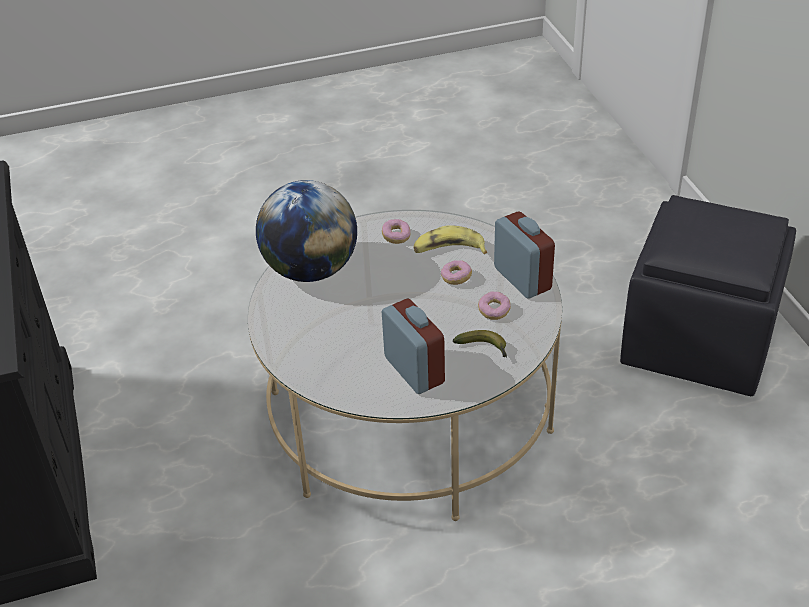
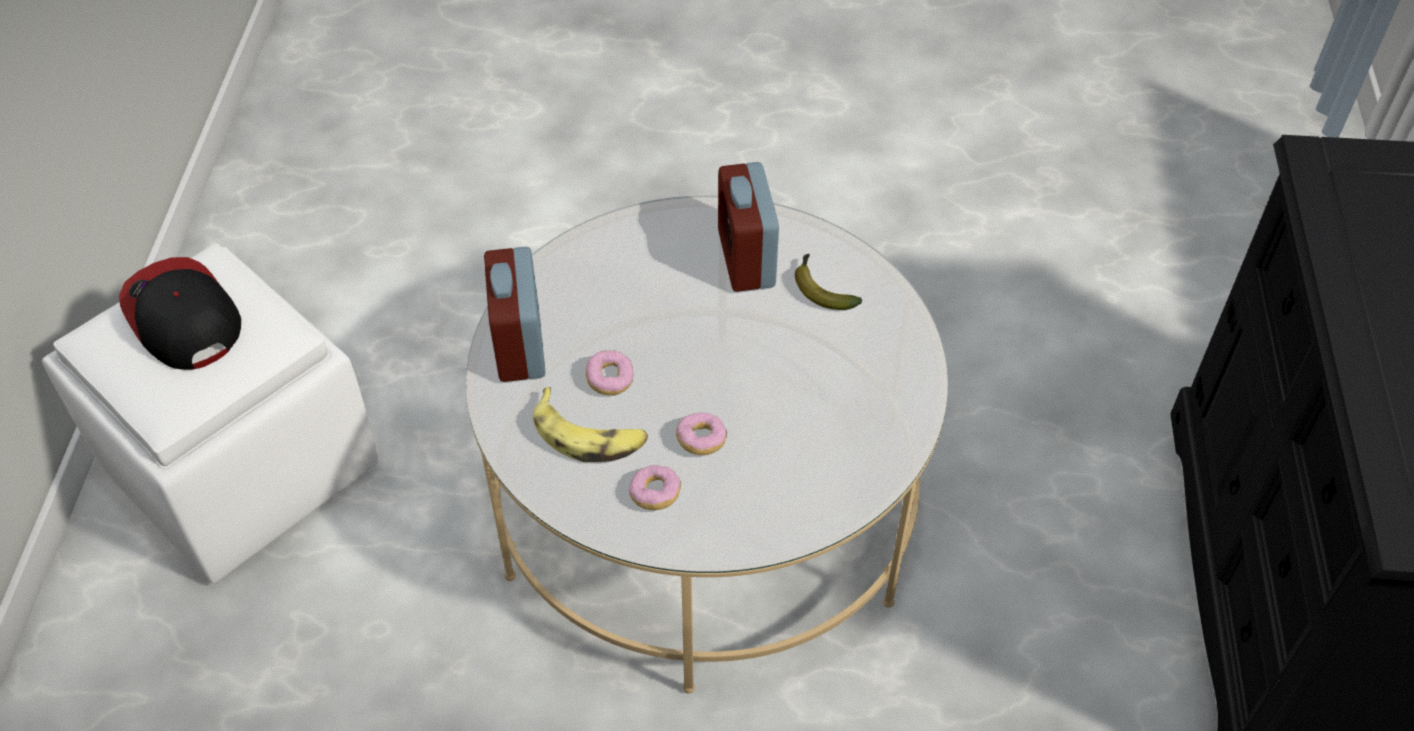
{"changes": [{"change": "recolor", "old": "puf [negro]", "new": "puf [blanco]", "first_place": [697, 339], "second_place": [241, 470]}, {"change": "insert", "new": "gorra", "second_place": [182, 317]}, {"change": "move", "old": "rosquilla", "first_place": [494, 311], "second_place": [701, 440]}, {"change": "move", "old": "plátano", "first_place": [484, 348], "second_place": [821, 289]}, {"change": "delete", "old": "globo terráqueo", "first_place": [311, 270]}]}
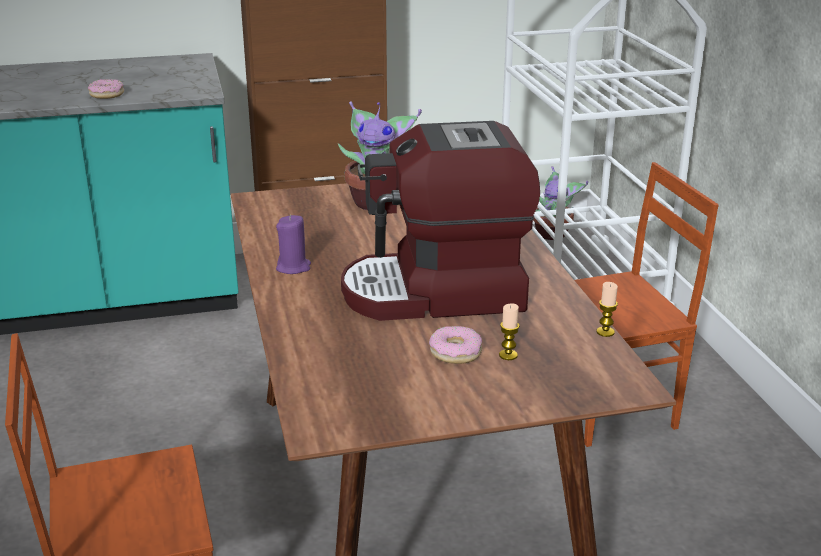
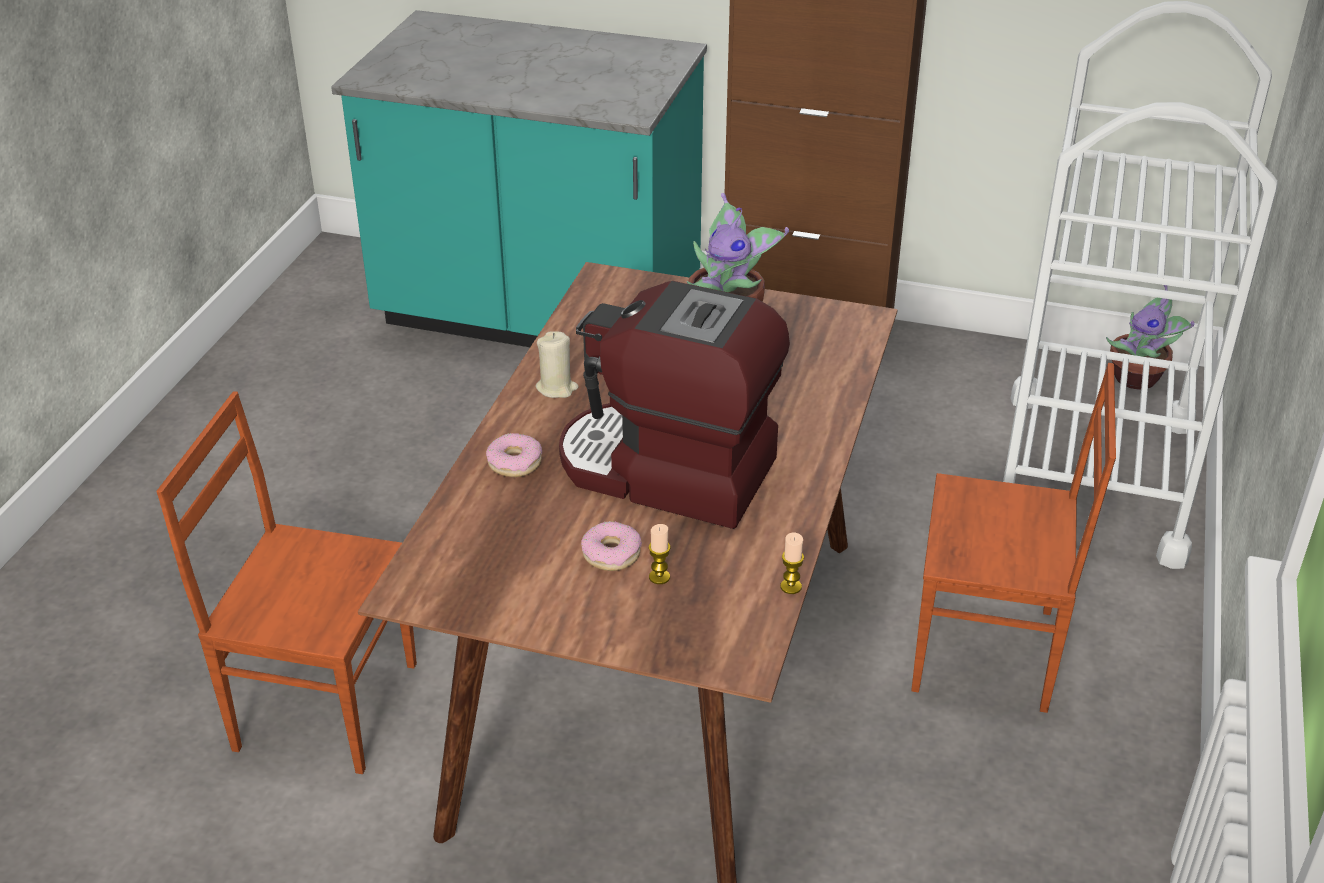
{"changes": [{"change": "move", "old": "rosquilla", "first_place": [107, 94], "second_place": [515, 463]}, {"change": "recolor", "old": "vela [morado]", "new": "vela [beis]", "first_place": [293, 267], "second_place": [557, 388]}]}
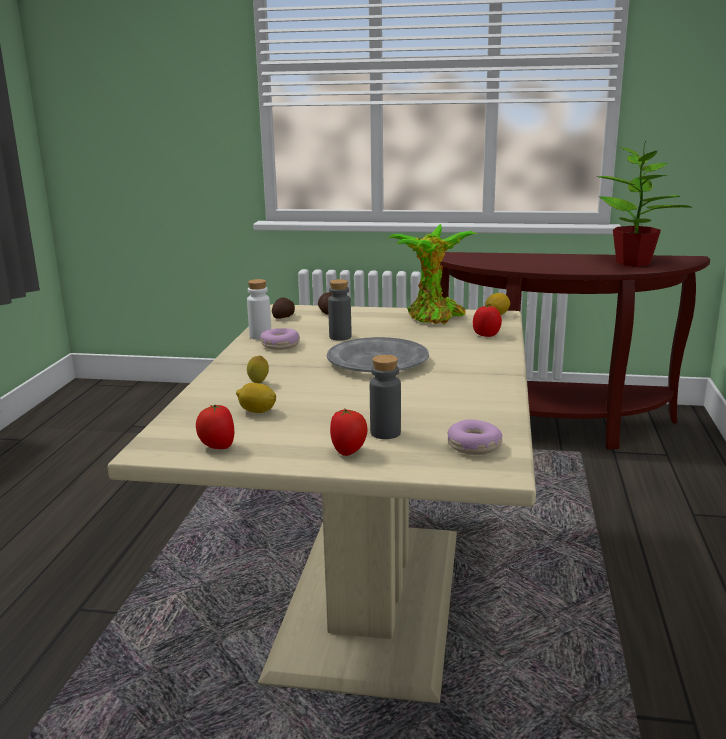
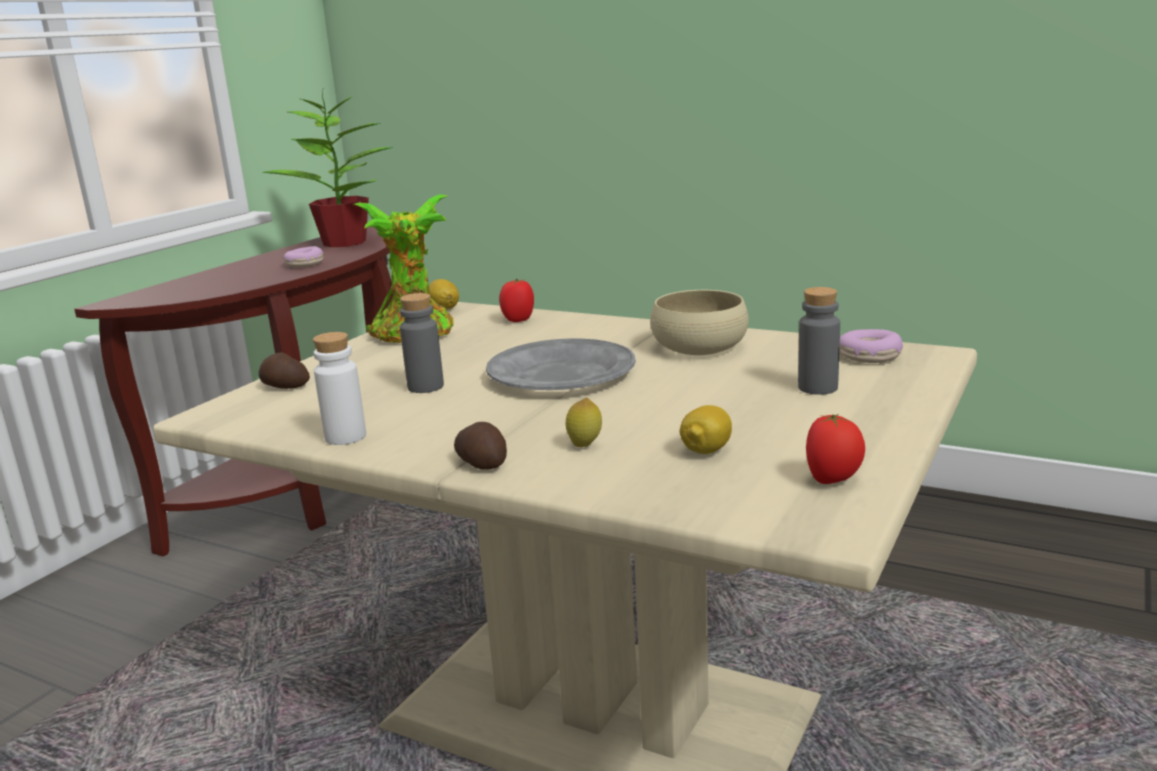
{"changes": [{"change": "move", "old": "rosquilla", "first_place": [280, 345], "second_place": [305, 264]}, {"change": "move", "old": "patata", "first_place": [284, 317], "second_place": [483, 463]}, {"change": "insert", "new": "cuenco [beis]", "second_place": [699, 347]}, {"change": "delete", "old": "tomate", "first_place": [349, 452]}]}
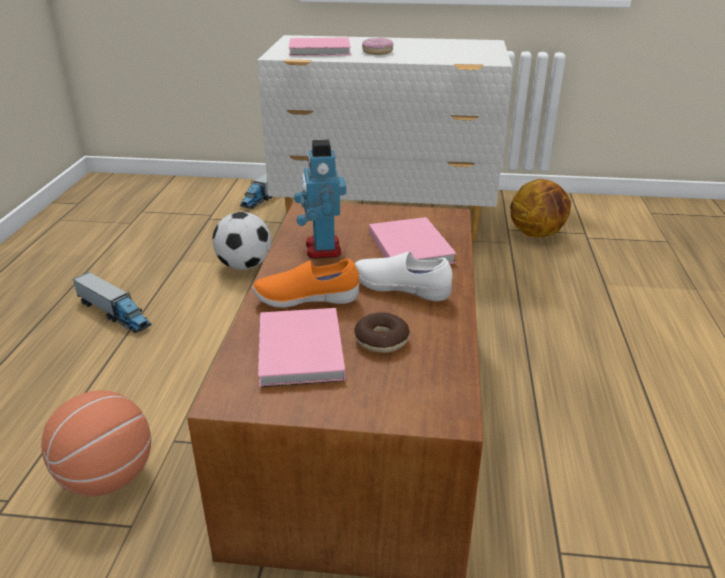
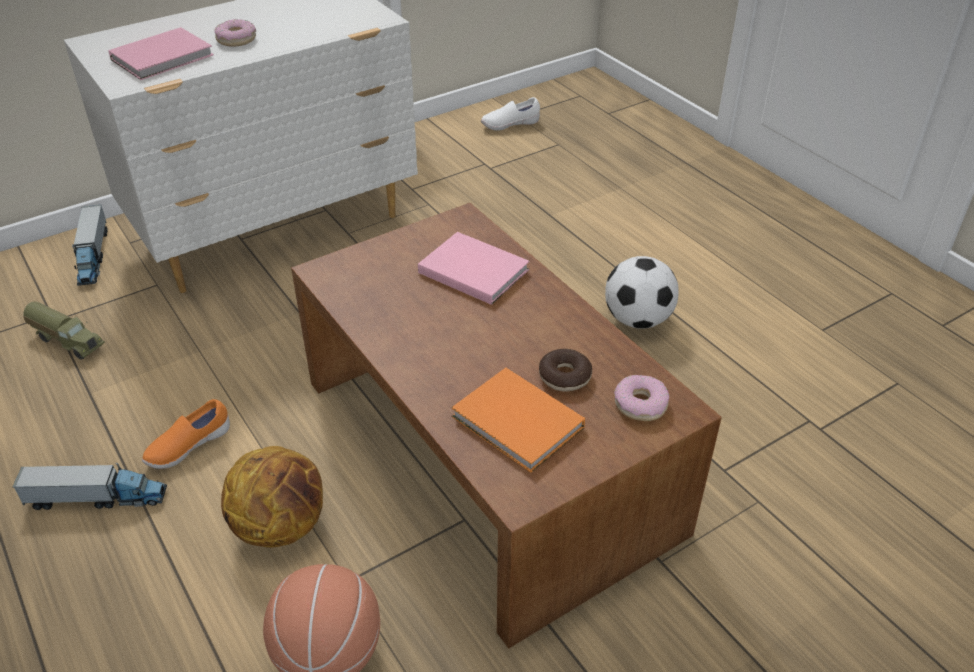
{"changes": [{"change": "insert", "new": "camión de juguete", "second_place": [68, 341]}, {"change": "move", "old": "zapato [naranja]", "first_place": [306, 300], "second_place": [188, 447]}, {"change": "move", "old": "balón de baloncesto", "first_place": [537, 234], "second_place": [282, 525]}, {"change": "recolor", "old": "libro [rosa]", "new": "libro [naranja]", "first_place": [298, 352], "second_place": [518, 424]}, {"change": "move", "old": "zapato [blanco]", "first_place": [401, 289], "second_place": [509, 125]}, {"change": "move", "old": "balón de fútbol", "first_place": [245, 266], "second_place": [638, 320]}, {"change": "insert", "new": "rosquilla", "second_place": [640, 404]}, {"change": "delete", "old": "robot de juguete", "first_place": [322, 249]}]}
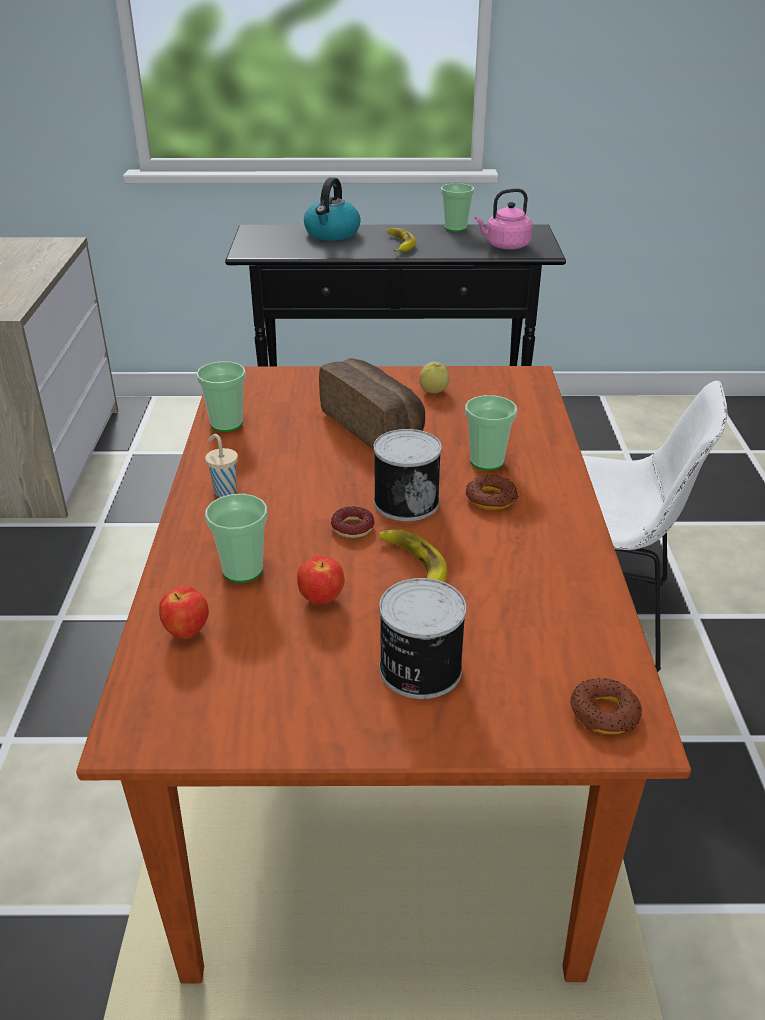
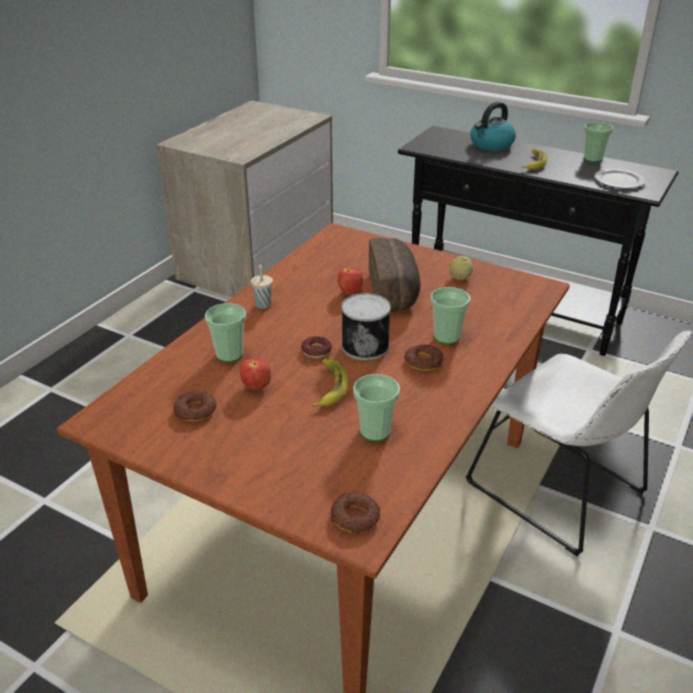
{"changes": [{"change": "insert", "new": "rosquilla", "second_place": [195, 410]}, {"change": "move", "old": "manzana", "first_place": [187, 632], "second_place": [350, 292]}, {"change": "move", "old": "taza", "first_place": [226, 424], "second_place": [375, 431]}, {"change": "replace", "old": "hervidor [rosa]", "new": "plato", "first_place": [505, 246], "second_place": [618, 181]}, {"change": "delete", "old": "lata", "first_place": [418, 669]}]}
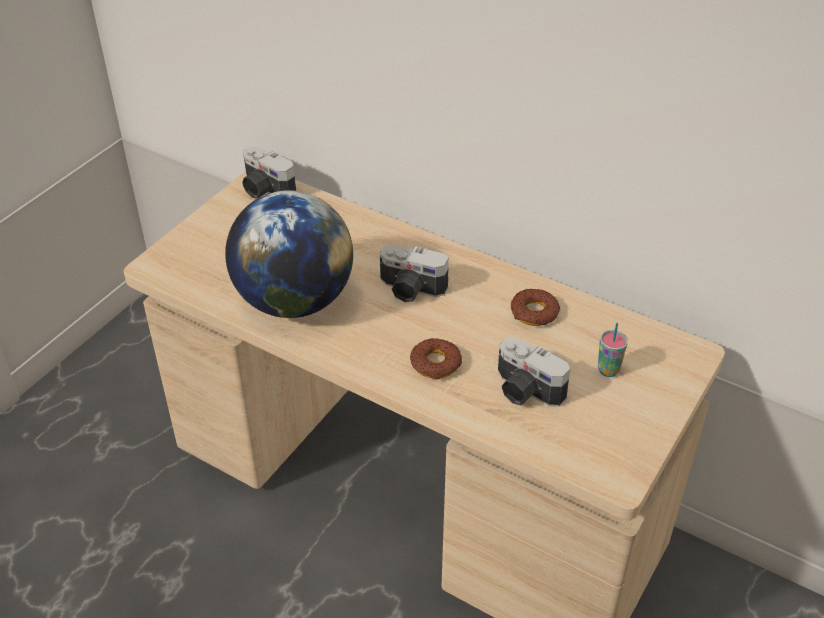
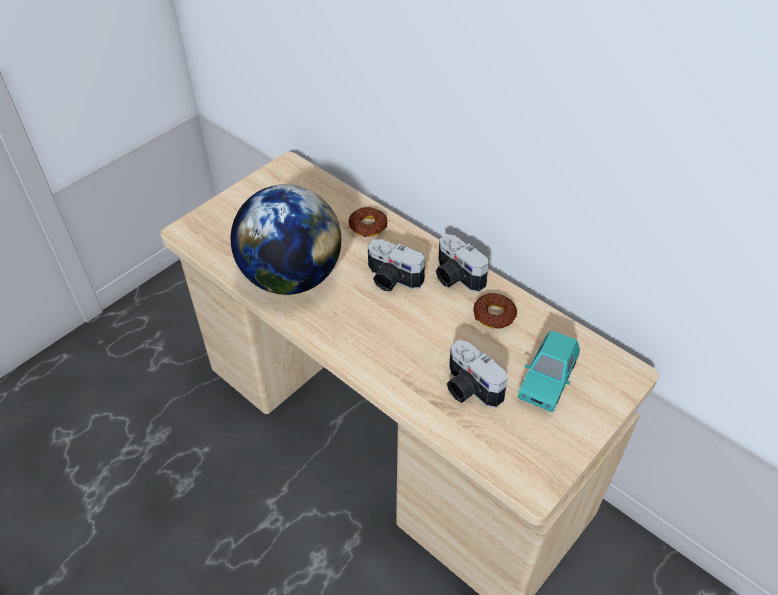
{"changes": [{"change": "move", "old": "rosquilla", "first_place": [436, 363], "second_place": [368, 226]}, {"change": "move", "old": "cámara", "first_place": [265, 190], "second_place": [455, 277]}, {"change": "replace", "old": "taza", "new": "coche de juguete [turquesa]", "first_place": [608, 370], "second_place": [547, 379]}]}
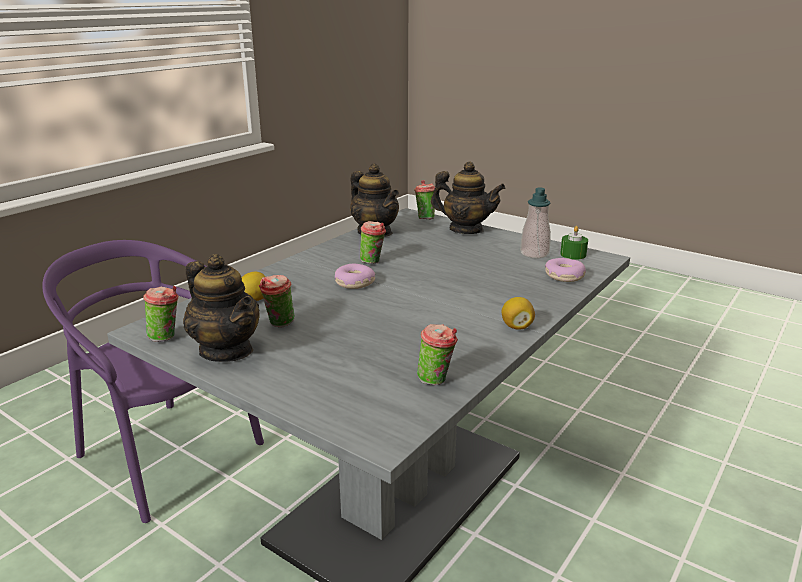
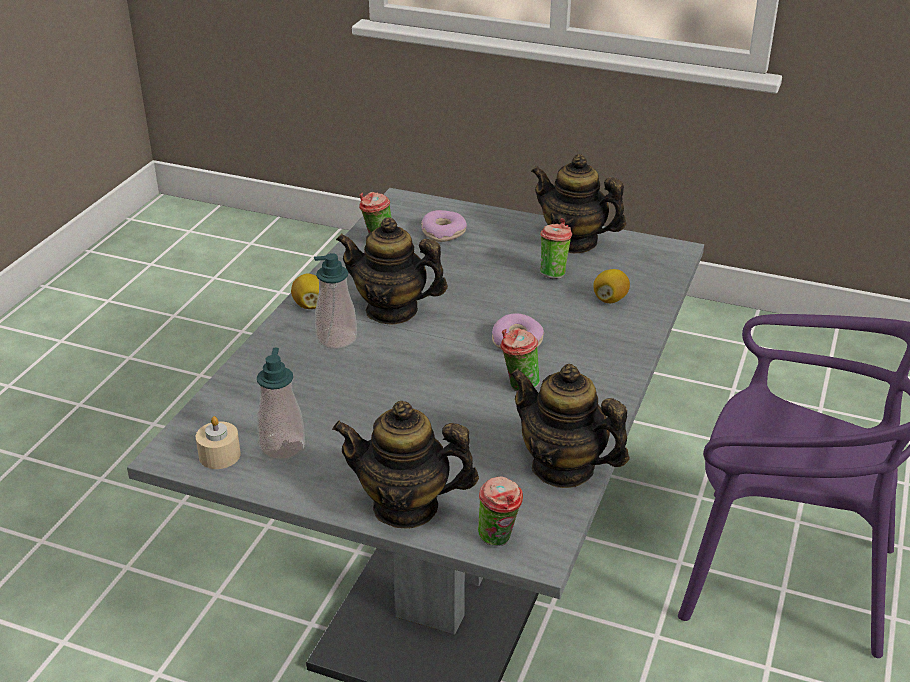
{"changes": [{"change": "recolor", "old": "vela [verde]", "new": "vela [beis]", "first_place": [573, 254], "second_place": [219, 455]}, {"change": "insert", "new": "dispensador de jabón", "second_place": [336, 339]}, {"change": "insert", "new": "tetera", "second_place": [392, 310]}, {"change": "move", "old": "rosquilla", "first_place": [564, 276], "second_place": [443, 233]}, {"change": "delete", "old": "taza", "first_place": [166, 337]}]}
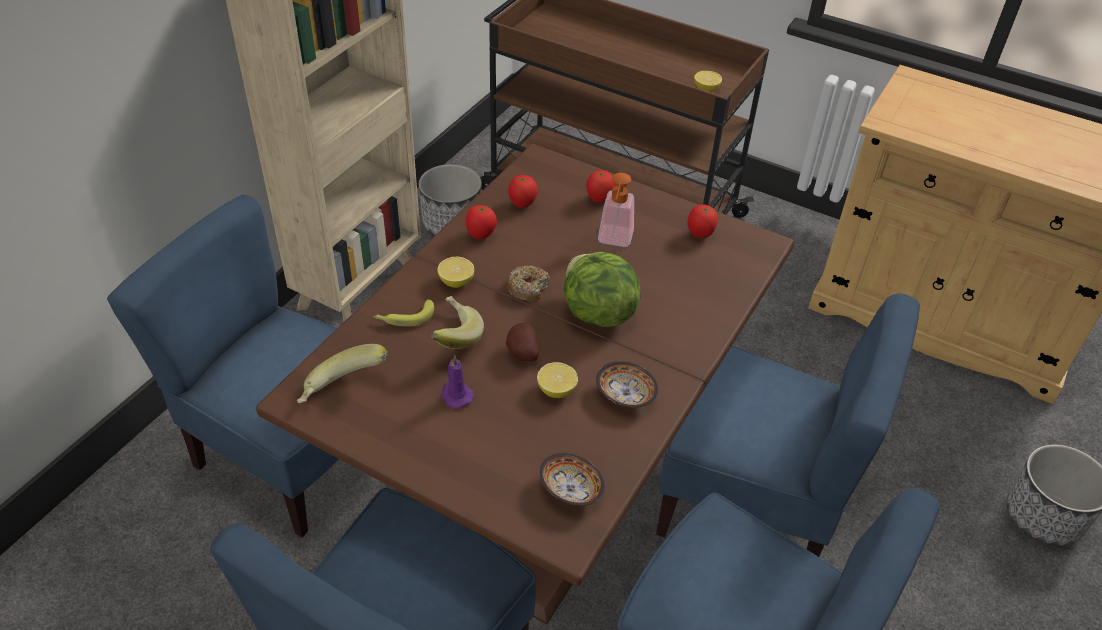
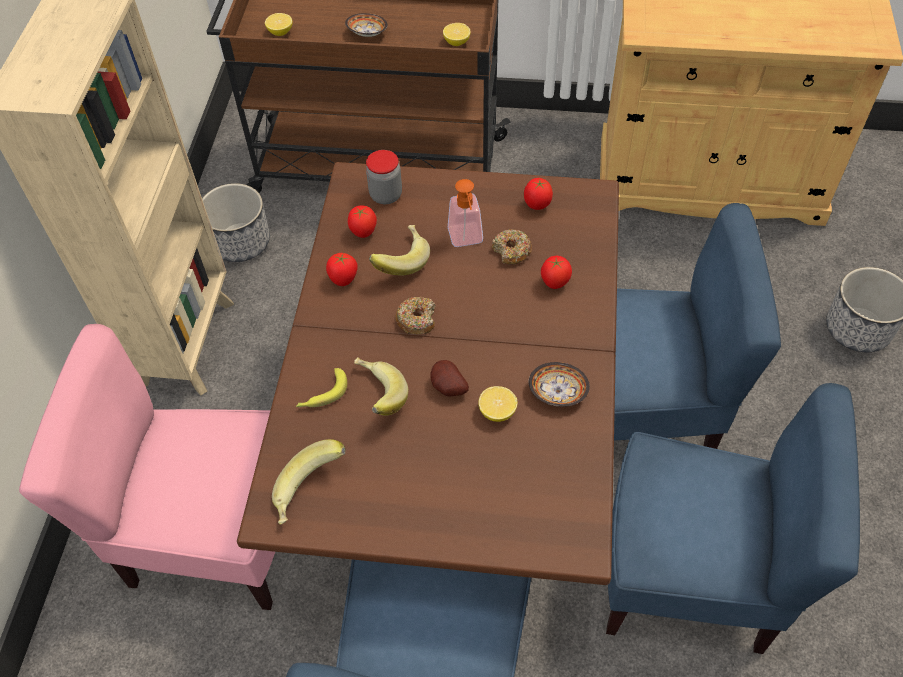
{"changes": [{"change": "recolor", "old": "silla [azul]", "new": "silla [rosa]", "first_place": [292, 453], "second_place": [215, 534]}, {"change": "move", "old": "limón", "first_place": [456, 281], "second_place": [280, 32]}, {"change": "move", "old": "cuenco", "first_place": [571, 490], "second_place": [367, 33]}, {"change": "insert", "new": "tarro", "second_place": [386, 195]}, {"change": "insert", "new": "plátano", "second_place": [400, 261]}, {"change": "insert", "new": "rosquilla", "second_place": [511, 251]}, {"change": "move", "old": "tomate", "first_place": [599, 199], "second_place": [554, 283]}, {"change": "delete", "old": "vela [morado]", "first_place": [456, 395]}, {"change": "delete", "old": "lechuga", "first_place": [597, 313]}]}
